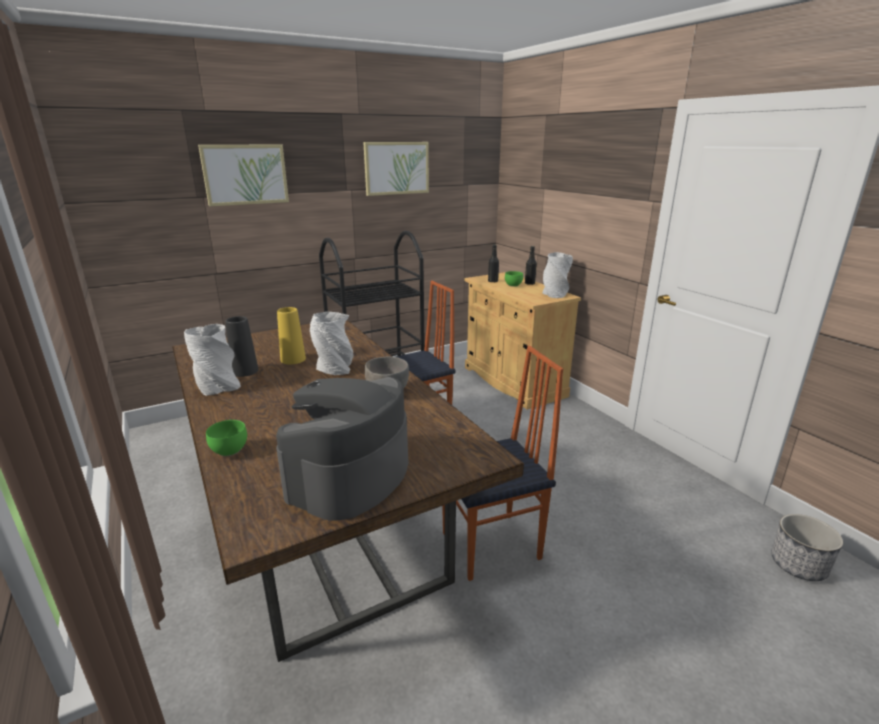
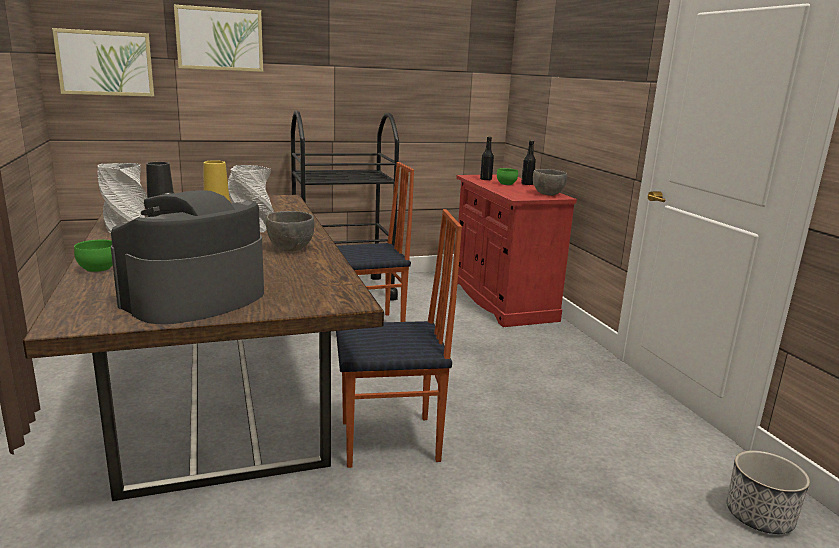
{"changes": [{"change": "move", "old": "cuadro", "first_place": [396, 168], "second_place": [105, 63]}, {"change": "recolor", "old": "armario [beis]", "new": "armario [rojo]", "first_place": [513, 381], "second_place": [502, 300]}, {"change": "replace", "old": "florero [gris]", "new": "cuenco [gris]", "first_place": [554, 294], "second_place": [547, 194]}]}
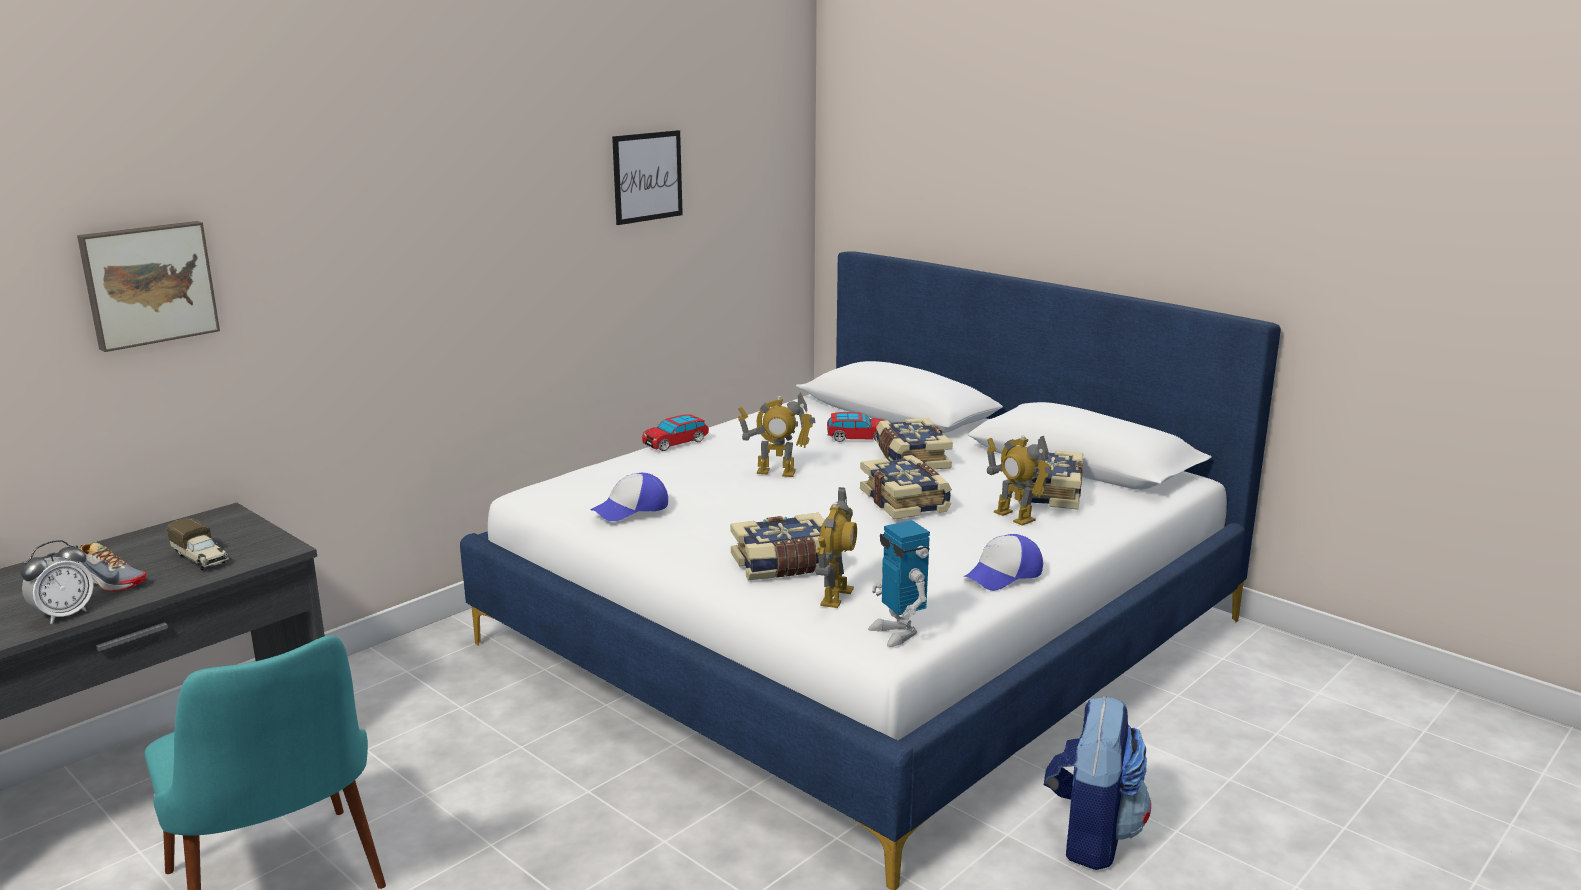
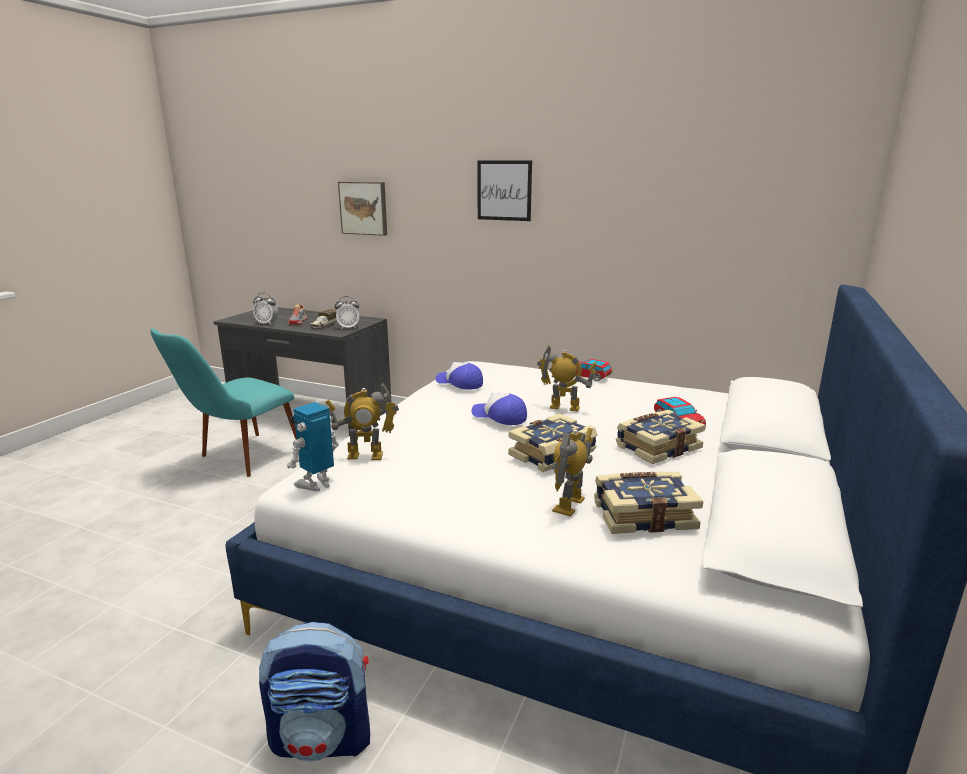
{"changes": [{"change": "insert", "new": "despertador", "second_place": [348, 328]}, {"change": "move", "old": "gorra", "first_place": [1003, 575], "second_place": [499, 416]}, {"change": "move", "old": "cuadro", "first_place": [647, 177], "second_place": [504, 190]}, {"change": "rotate", "old": "robot de juguete", "first_place": [776, 472], "second_place": [564, 407], "degrees": 120}, {"change": "delete", "old": "libro", "first_place": [785, 564]}]}
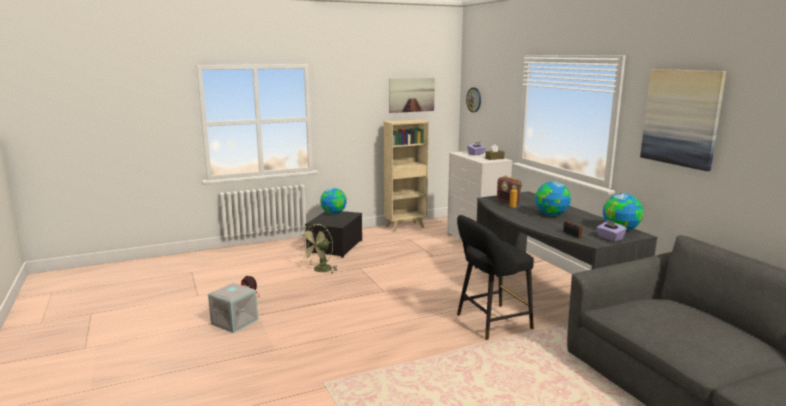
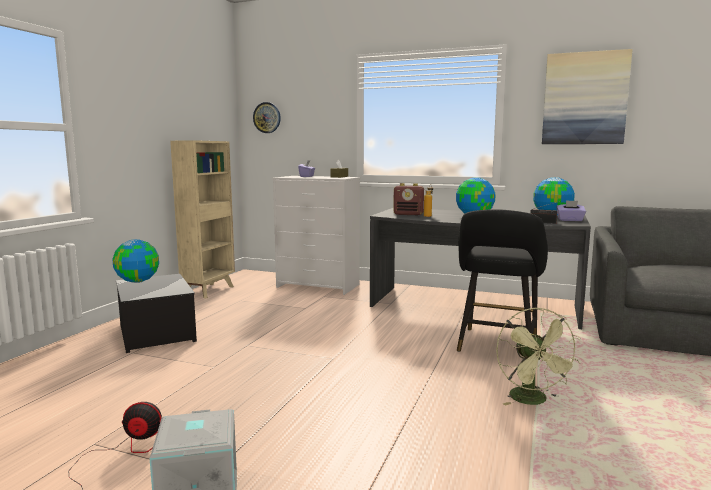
{"changes": [{"change": "move", "old": "ventilador [verde]", "first_place": [320, 270], "second_place": [533, 401]}, {"change": "delete", "old": "cuadro", "first_place": [411, 95]}]}
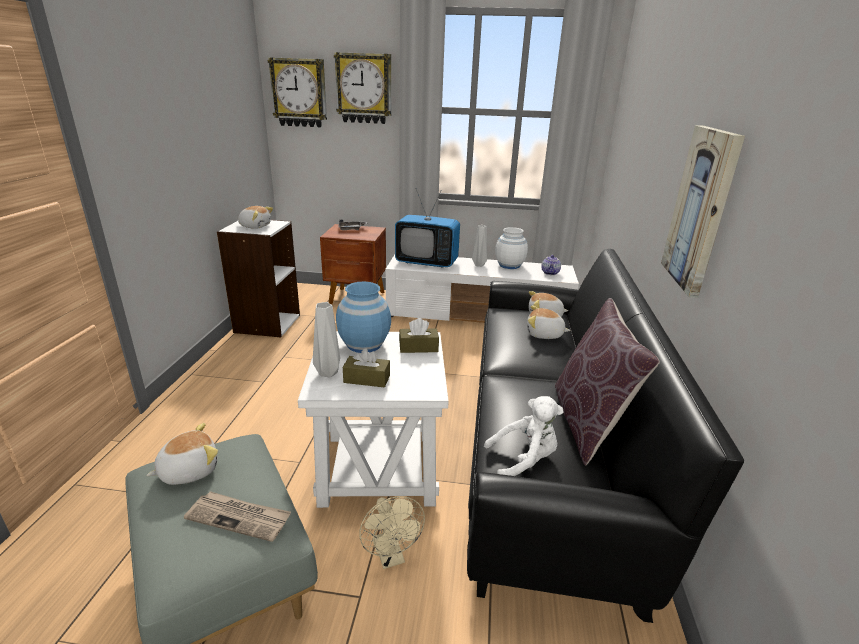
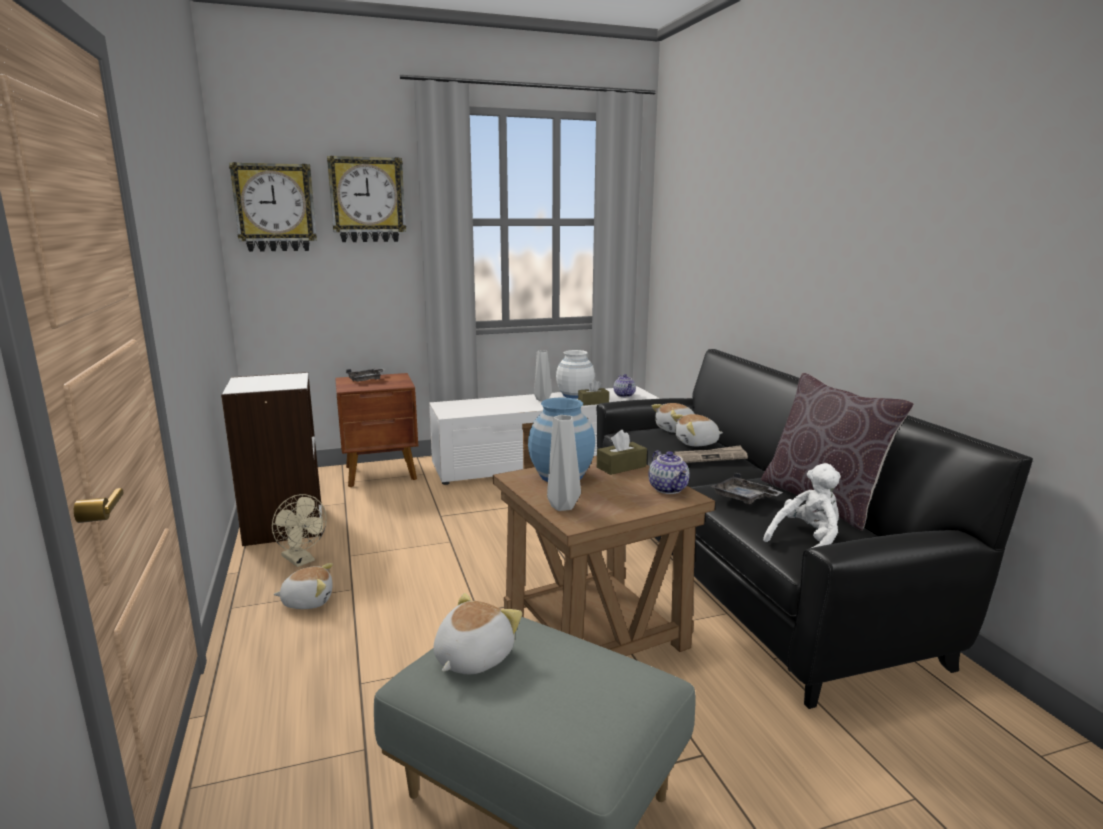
{"changes": [{"change": "move", "old": "ventilador [beis]", "first_place": [391, 556], "second_place": [301, 560]}, {"change": "move", "old": "peluche", "first_place": [255, 226], "second_place": [308, 601]}, {"change": "recolor", "old": "mesa auxiliar [blanco]", "new": "mesa auxiliar [marrón]", "first_place": [380, 467], "second_place": [595, 632]}, {"change": "move", "old": "caja de pañuelos [marrón]", "first_place": [367, 379], "second_place": [593, 402]}, {"change": "insert", "new": "tetera", "second_place": [669, 489]}, {"change": "move", "old": "periódico", "first_place": [239, 517], "second_place": [710, 457]}, {"change": "insert", "new": "bandeja [gris]", "second_place": [743, 498]}, {"change": "delete", "old": "televisor", "first_place": [426, 262]}, {"change": "delete", "old": "cuadro", "first_place": [701, 209]}]}
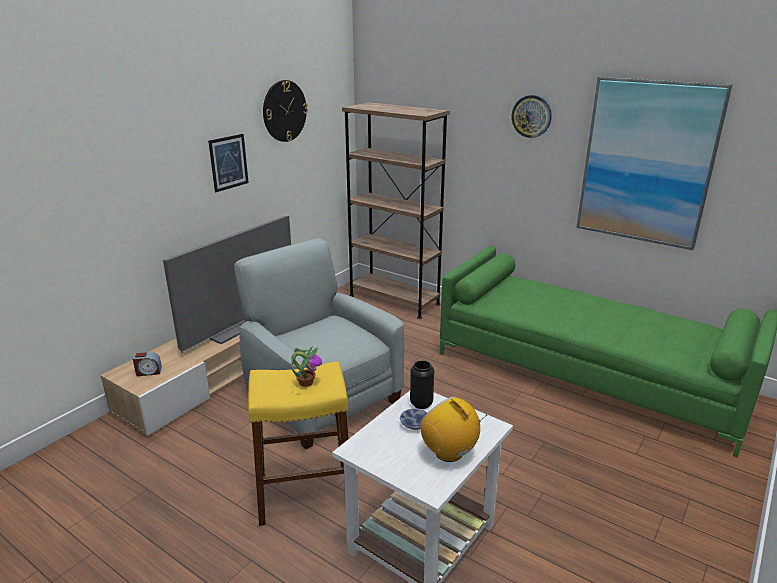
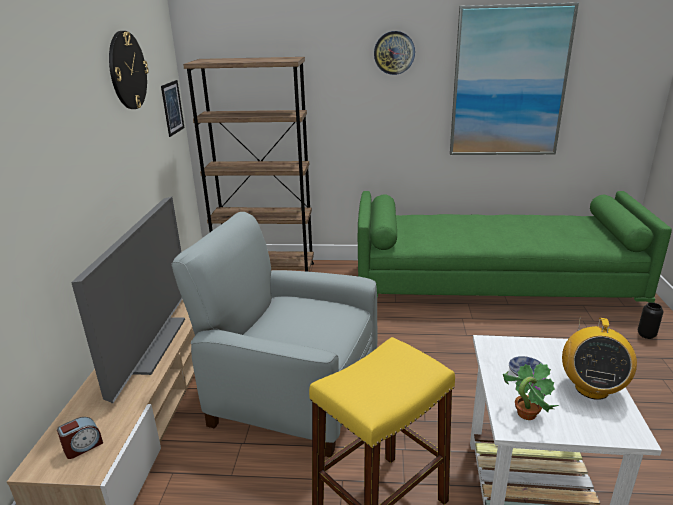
{"changes": [{"change": "move", "old": "cuadro", "first_place": [228, 162], "second_place": [172, 108]}, {"change": "move", "old": "planta en maceta", "first_place": [306, 382], "second_place": [525, 413]}, {"change": "rotate", "old": "radio", "first_place": [449, 452], "second_place": [591, 388], "degrees": -90}, {"change": "move", "old": "florero [negro]", "first_place": [421, 404], "second_place": [646, 335]}]}
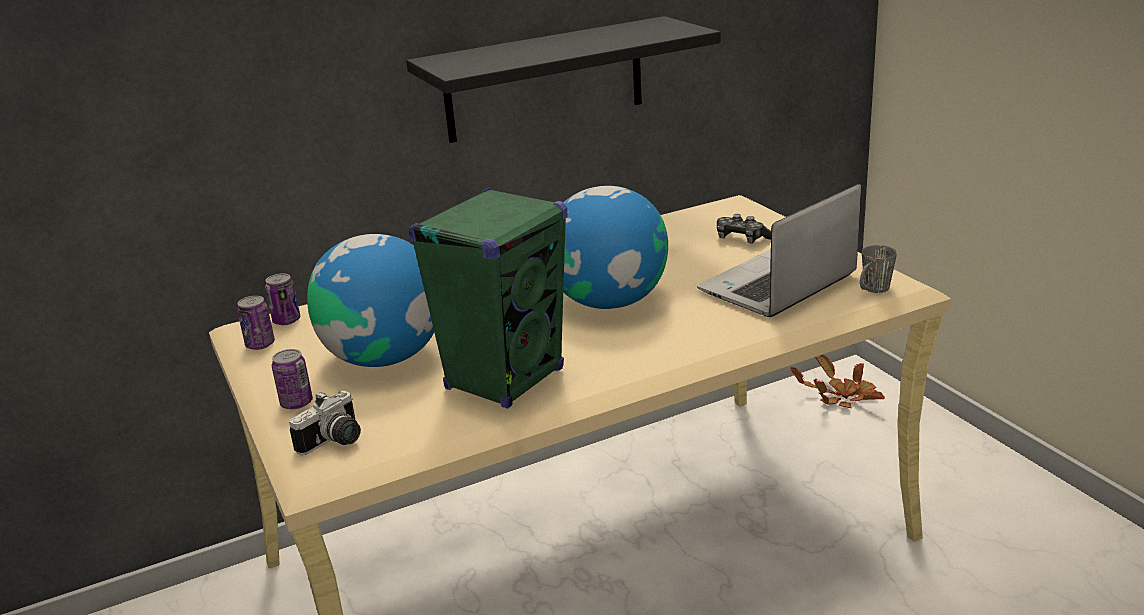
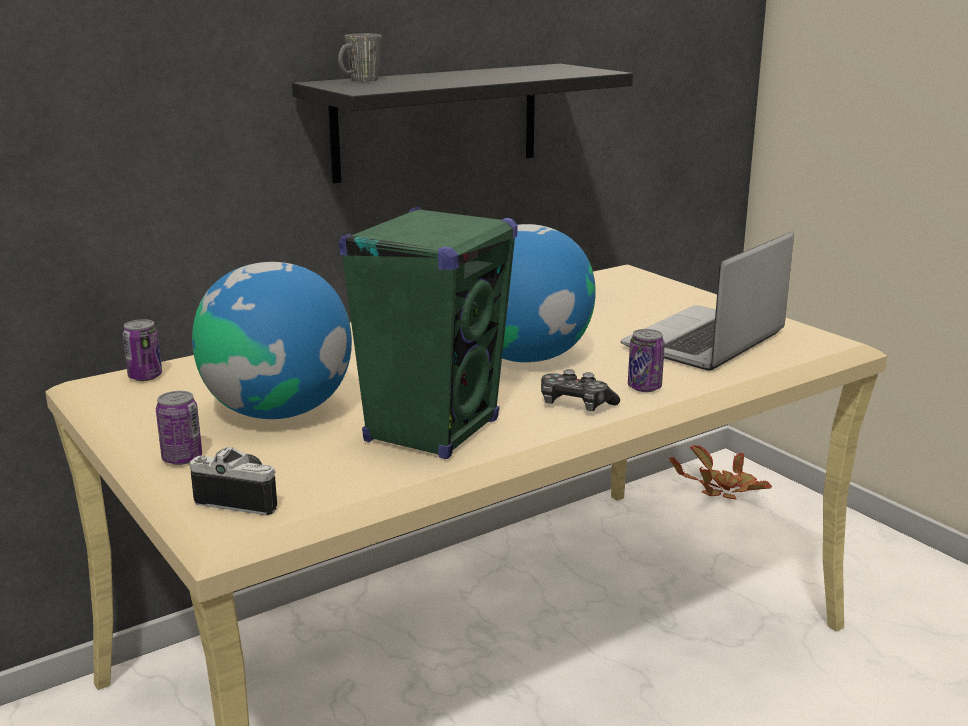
{"changes": [{"change": "rotate", "old": "cámara", "first_place": [335, 442], "second_place": [244, 497], "degrees": -105}, {"change": "move", "old": "taza grande [gris]", "first_place": [872, 291], "second_place": [359, 81]}, {"change": "move", "old": "mando de consola", "first_place": [741, 239], "second_place": [575, 405]}, {"change": "move", "old": "lata", "first_place": [260, 345], "second_place": [644, 387]}]}
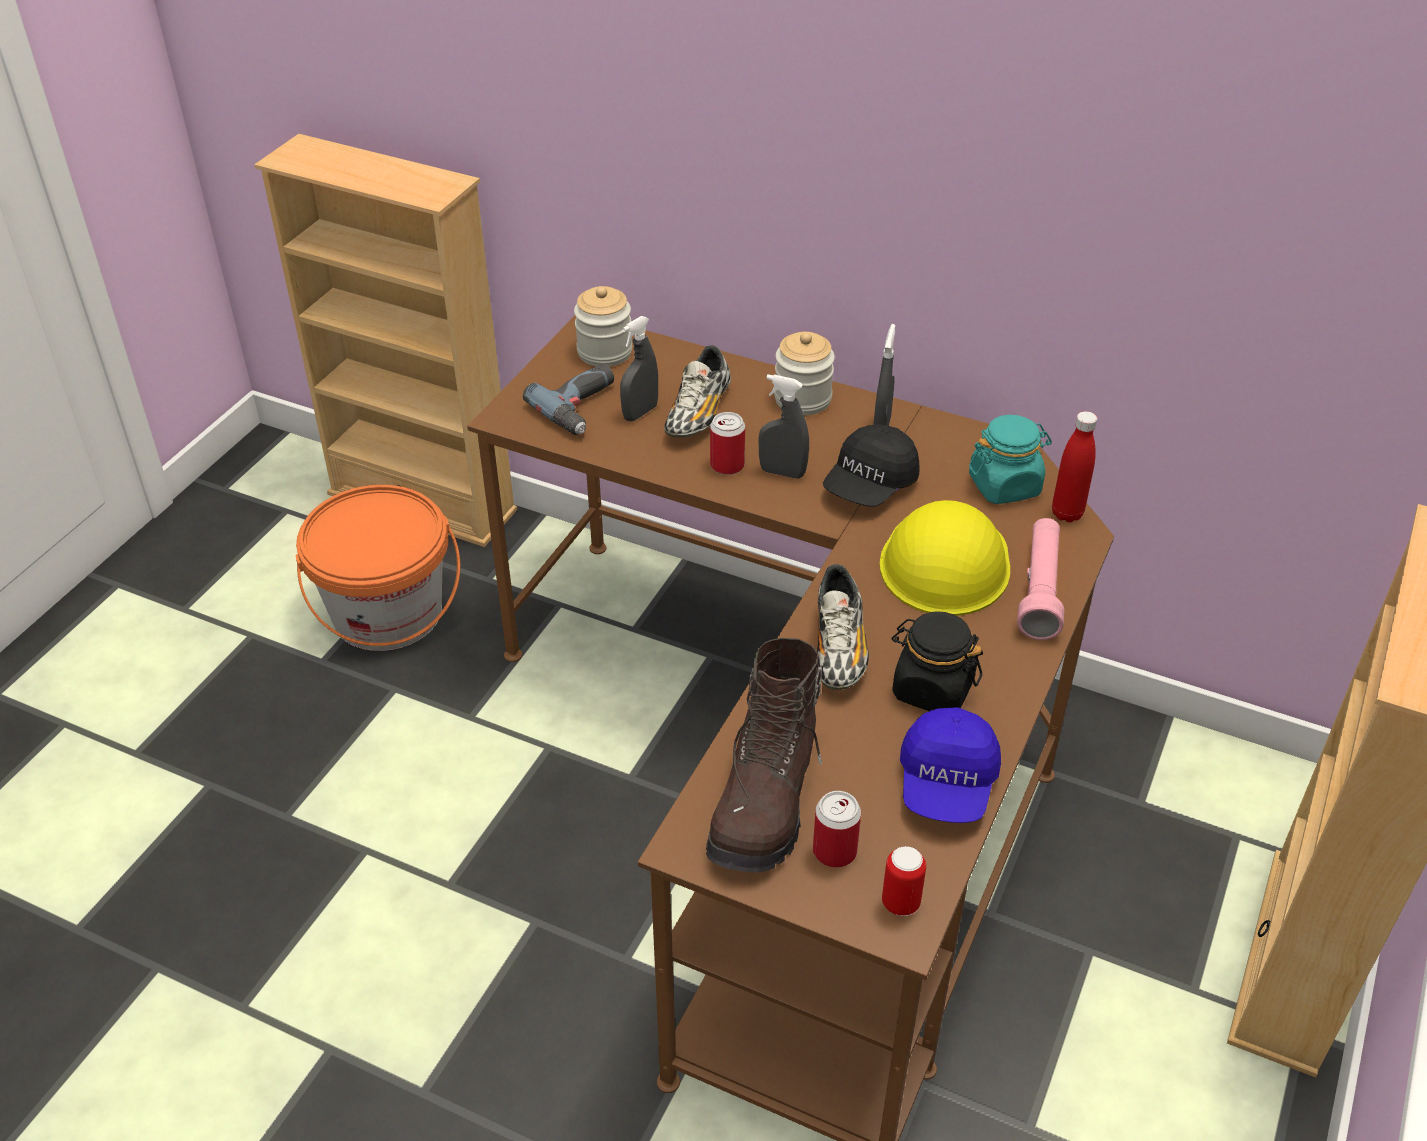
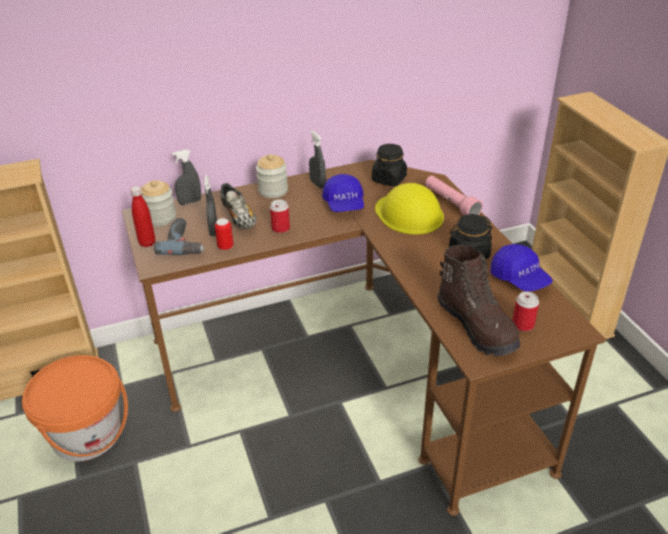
{"changes": [{"change": "move", "old": "botella [rojo]", "first_place": [1067, 513], "second_place": [147, 243]}, {"change": "move", "old": "pulverizador [gris]", "first_place": [782, 472], "second_place": [190, 202]}, {"change": "move", "old": "lata", "first_place": [900, 903], "second_place": [225, 247]}, {"change": "recolor", "old": "gorra [negro]", "new": "gorra [azul]", "first_place": [869, 485], "second_place": [344, 205]}, {"change": "recolor", "old": "tarro [turquesa]", "new": "tarro [negro]", "first_place": [1005, 485], "second_place": [389, 179]}, {"change": "delete", "old": "zapato", "first_place": [839, 648]}]}
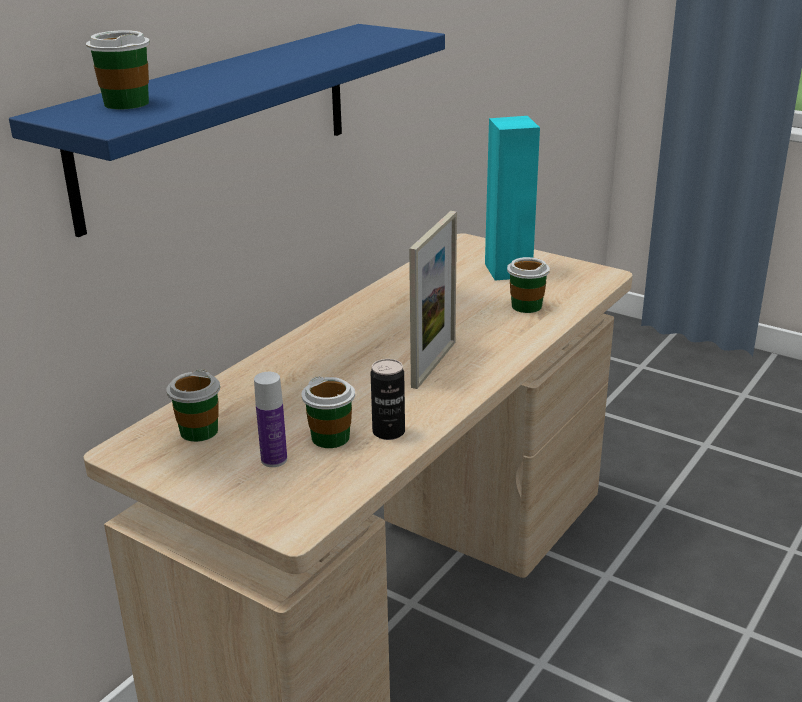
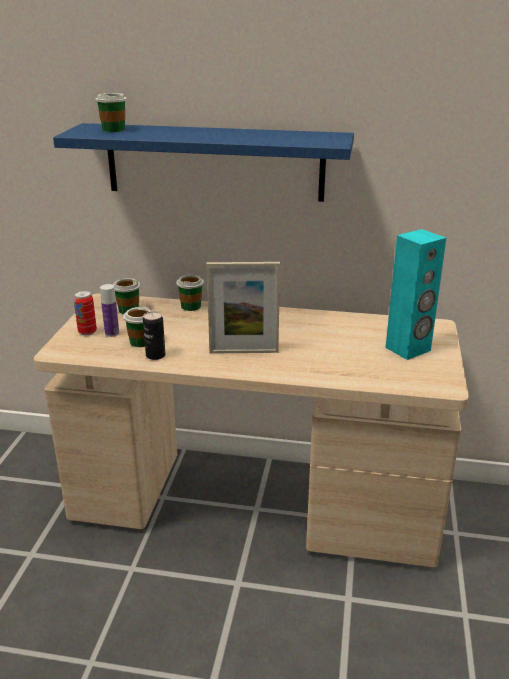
{"changes": [{"change": "insert", "new": "lata", "second_place": [87, 332]}, {"change": "move", "old": "taza", "first_place": [526, 306], "second_place": [191, 306]}]}
